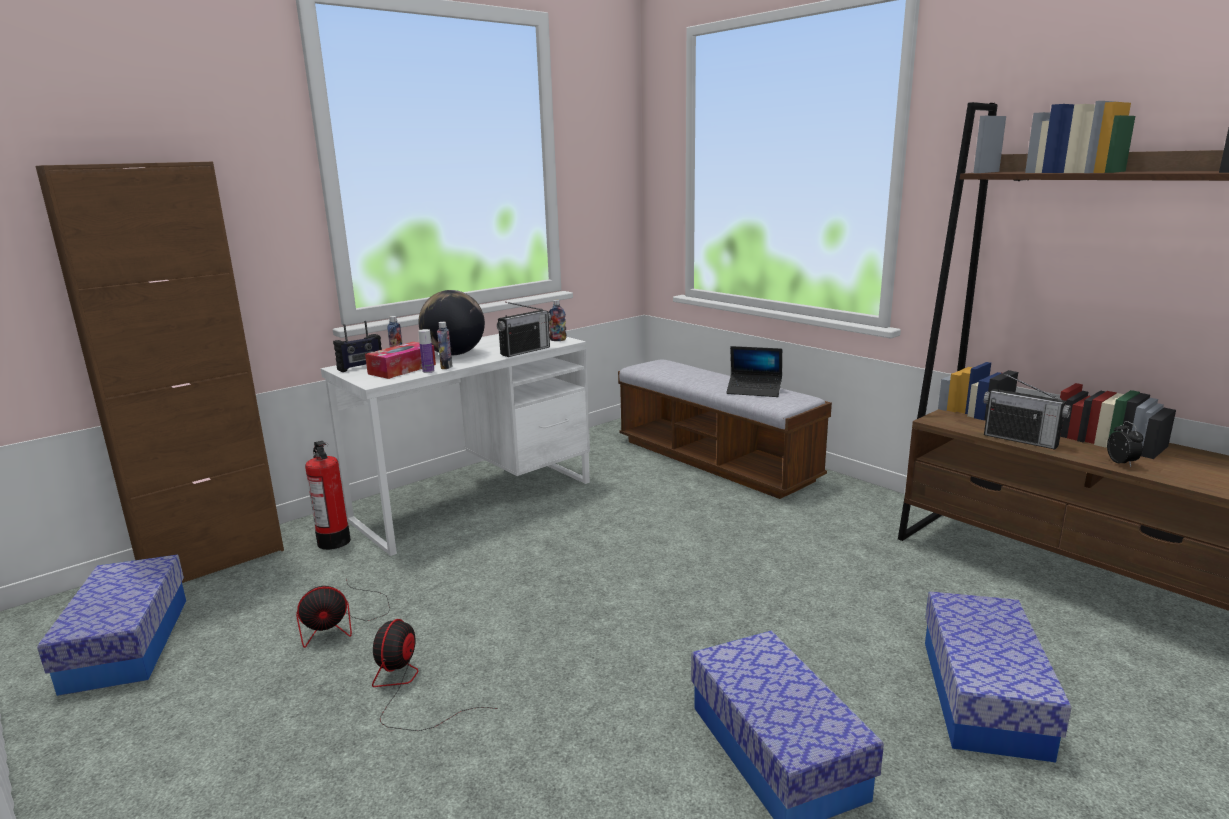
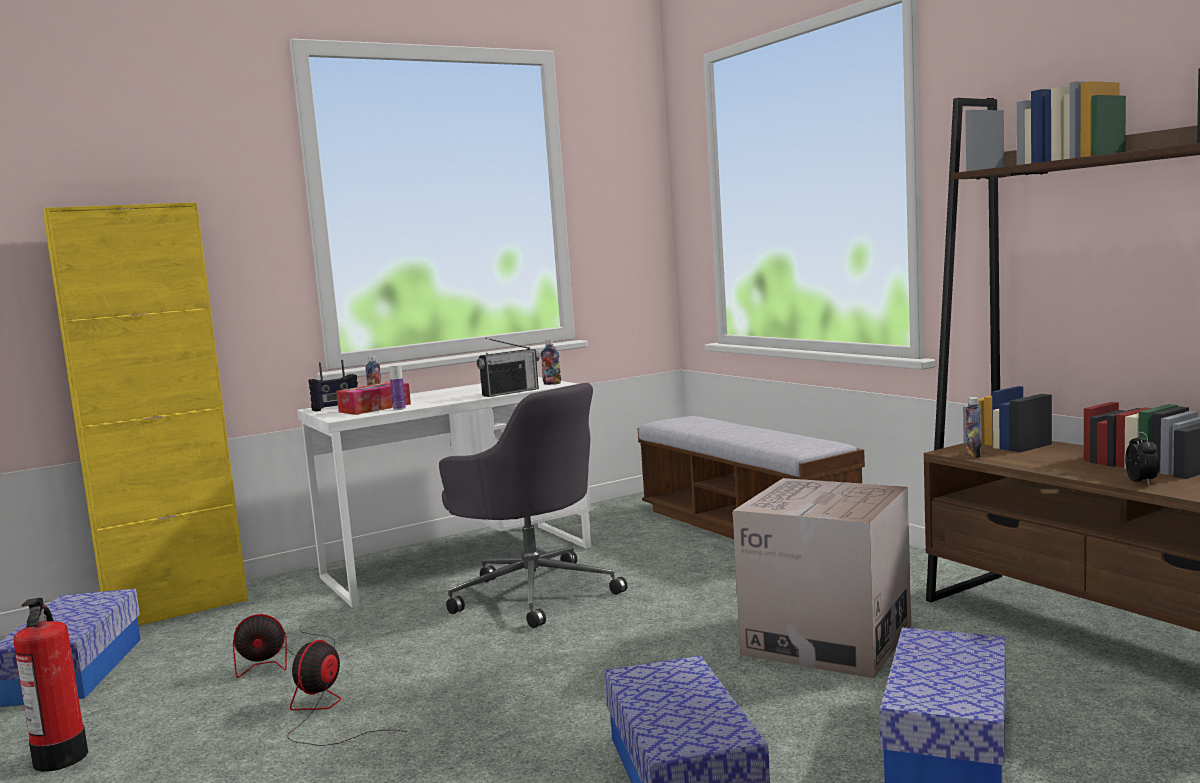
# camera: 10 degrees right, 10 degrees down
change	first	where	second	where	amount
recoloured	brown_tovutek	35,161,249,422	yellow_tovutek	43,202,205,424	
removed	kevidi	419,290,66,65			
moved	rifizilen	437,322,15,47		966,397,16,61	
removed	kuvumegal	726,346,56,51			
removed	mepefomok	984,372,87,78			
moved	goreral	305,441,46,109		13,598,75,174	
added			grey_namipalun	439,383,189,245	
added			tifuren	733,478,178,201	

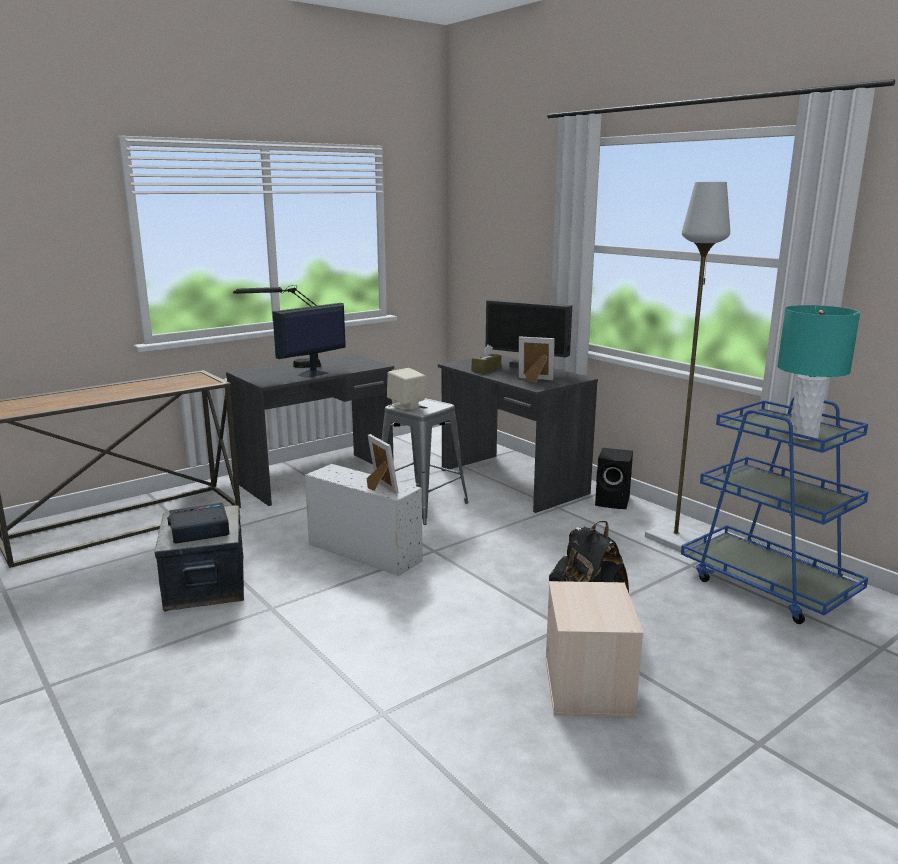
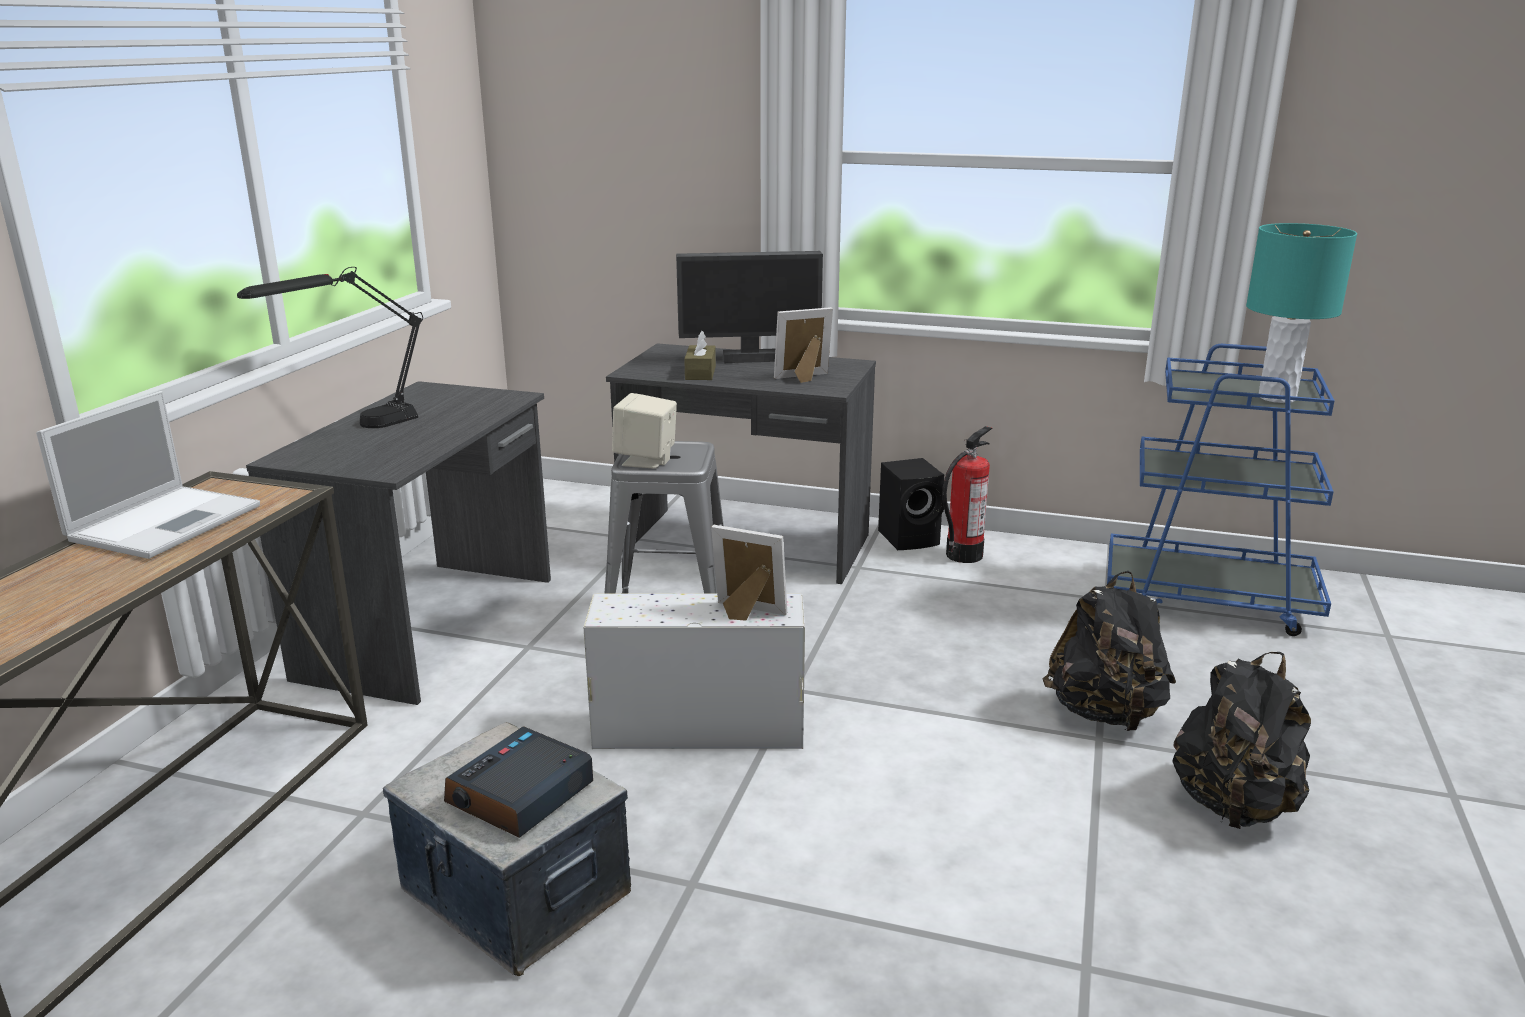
# camera: 35 degrees left, 5 degrees up
change	first	where	second	where	amount
removed	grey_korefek	645,182,85,370			
removed	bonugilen	273,303,73,75			
replaced	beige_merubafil	545,581,98,136	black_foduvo	1172,652,139,177	
added			kuvumegal	36,391,224,168	
added			goreral	942,426,50,137	

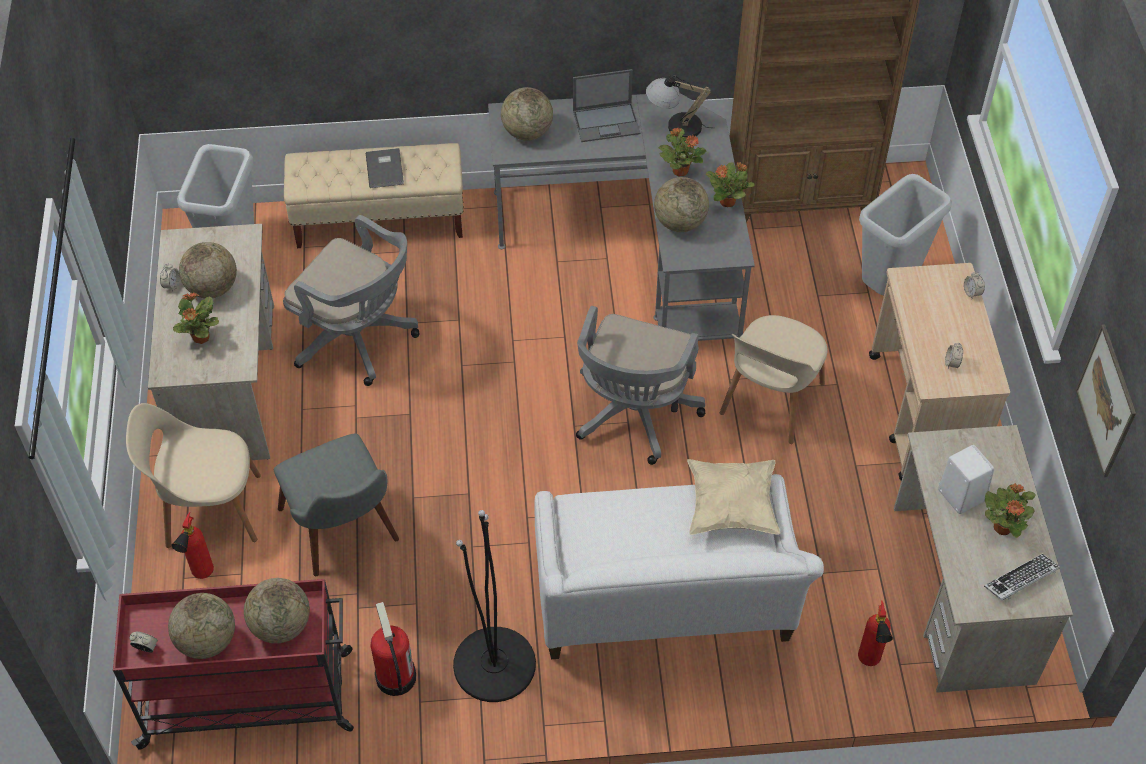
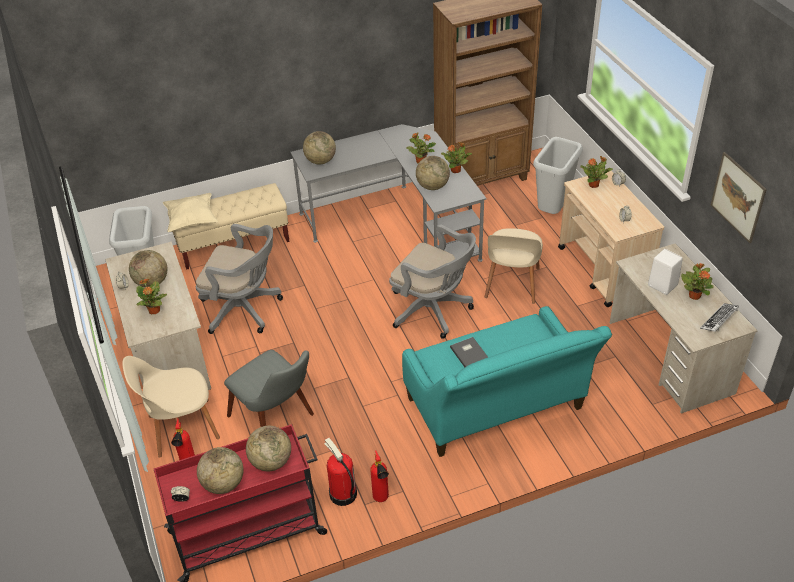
# camera: 15 degrees left, 10 degrees down
change	first	where	second	where	amount
removed	kuvumegal	573,69,67,73			
removed	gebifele	646,76,65,62			
moved	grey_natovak	366,148,38,40		450,337,38,30	
turned	grey_namipalun	576,306,130,159		389,224,87,115	60 degrees counterclockwise
moved	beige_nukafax	687,459,93,76		163,193,55,39	
recoloured	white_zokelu	535,474,289,185	turquoise_zokelu	402,306,210,151	
removed	black_korefek	453,510,83,192			
moved	goreral	858,600,35,66		371,450,18,52	
added			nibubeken	580,156,33,32	

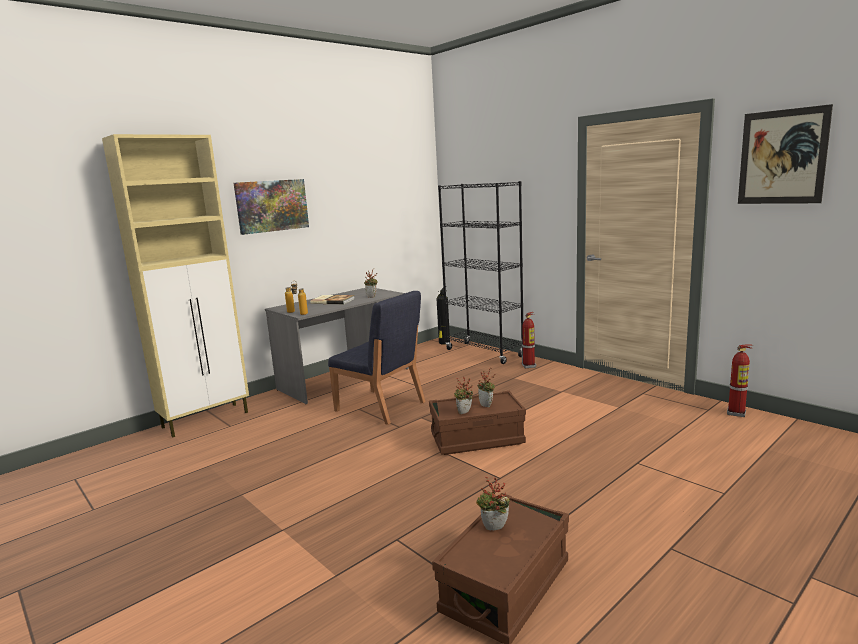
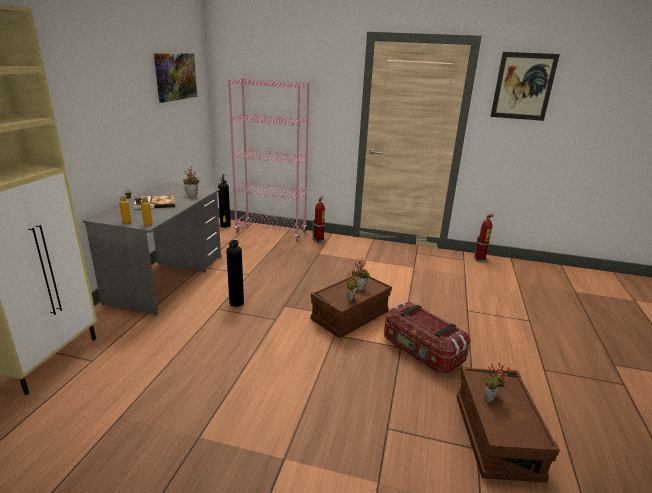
# camera: 35 degrees left, 10 degrees up
change	first	where	second	where	amount
moved	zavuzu	234,179,75,56		154,53,43,50	
recoloured	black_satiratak	438,181,85,183	pink_satiratak	228,78,82,163	
replaced	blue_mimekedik	328,291,98,134	goreral	226,240,18,67	
added			merubafil	384,301,87,72	

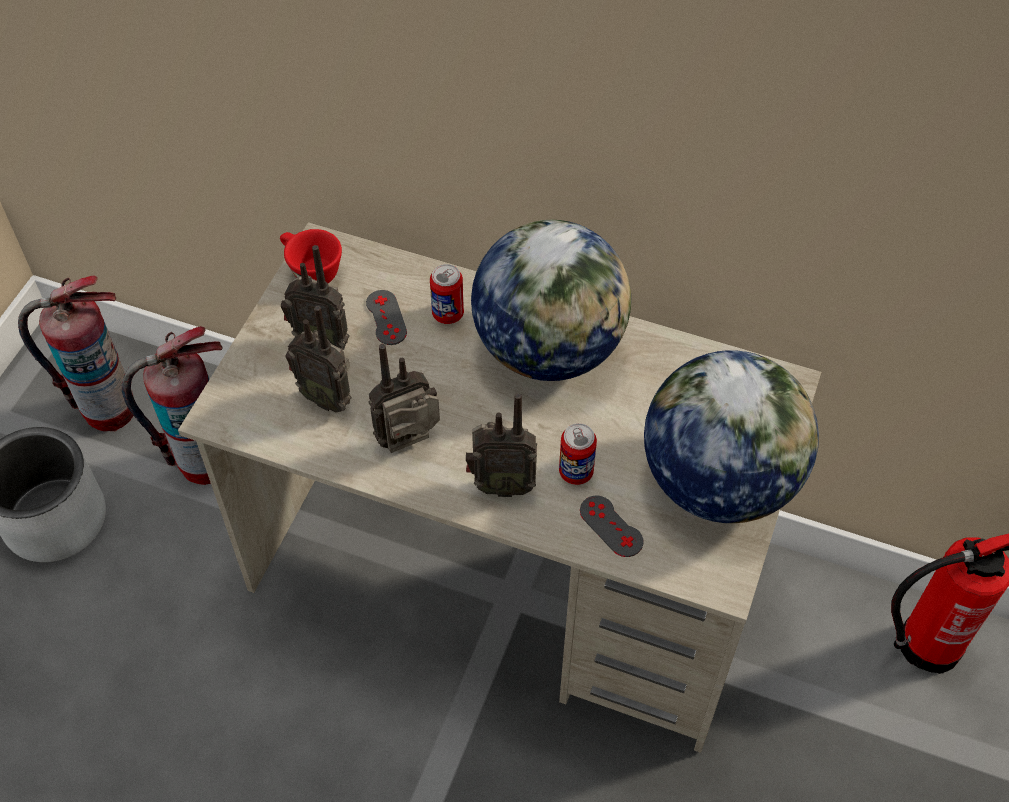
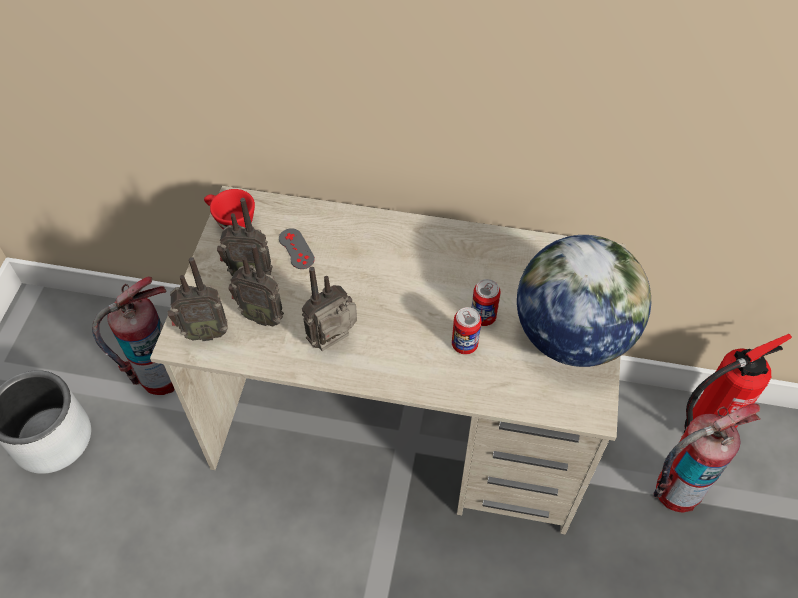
# camera: 10 degrees left, 0 degrees up
change	first	where	second	where	amount
removed	kevidi	471,220,160,161			
moved	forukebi	430,264,34,60		471,279,30,47	
moved	goreral	18,275,115,156		653,403,107,110	
moved	mepefomok	466,393,71,104		168,257,60,84	
removed	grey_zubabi	580,496,63,61			

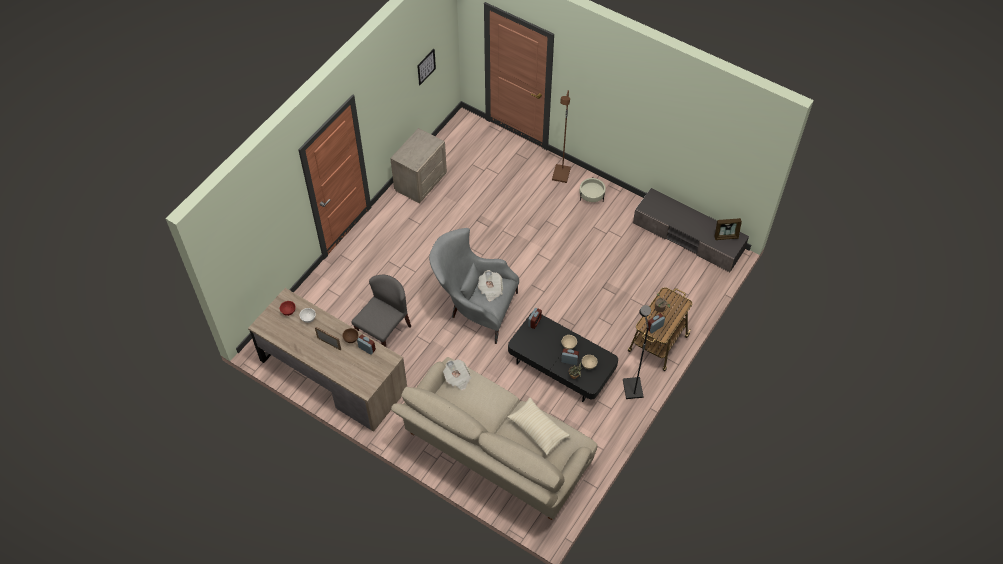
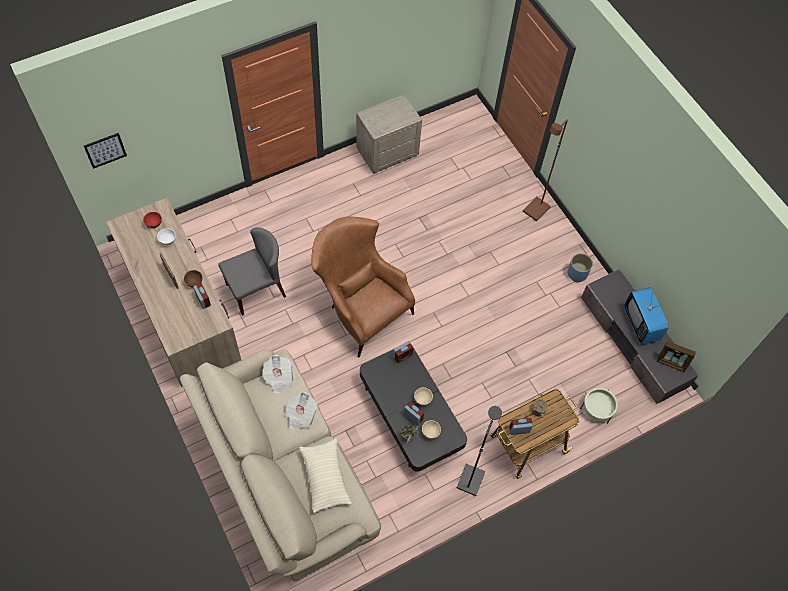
# camera: 25 degrees right, 5 degrees up
change	first	where	second	where	amount
moved	zavuzu	417,49,19,36		84,133,43,36	
moved	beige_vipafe	579,178,27,24		580,388,38,36	
recoloured	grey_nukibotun	429,228,90,116	brown_nukibotun	311,217,104,141	
moved	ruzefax	478,270,25,31		285,392,33,38	
added			blue_vipafe	568,253,25,29	
added			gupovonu	624,288,45,57	

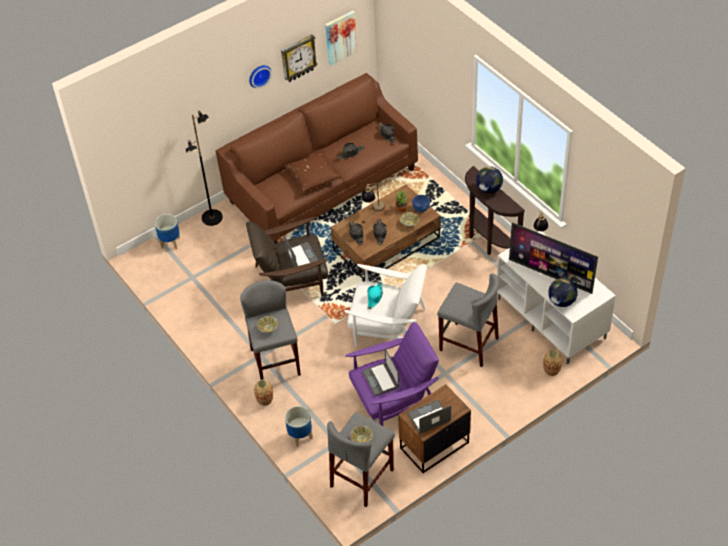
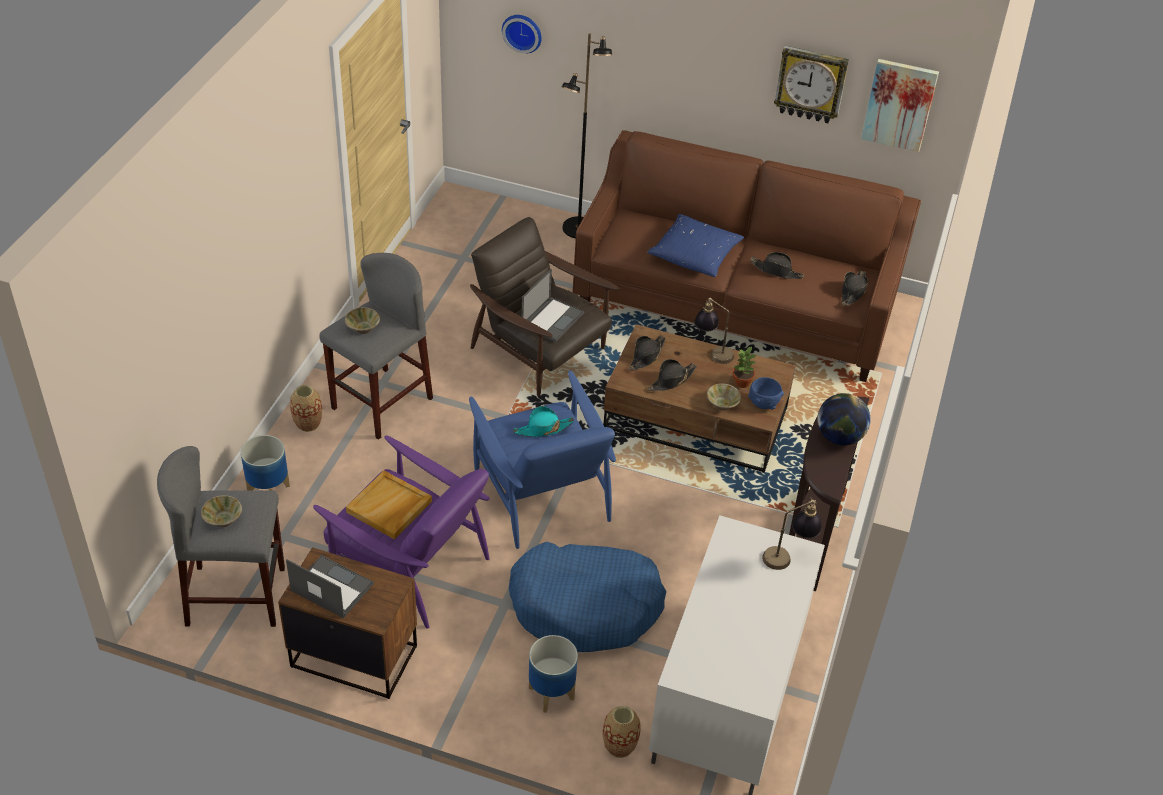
# camera: 50 degrees right, 5 degrees down
change	first	where	second	where	amount
moved	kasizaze	249,65,23,23		502,15,40,39	
recoloured	brown_nukafax	284,151,58,42	blue_nukafax	647,214,97,63	
moved	vipafe	155,214,25,35		529,635,49,78	
removed	gupovonu	509,222,89,72			
recoloured	white_nukibotun	345,264,82,83	blue_nukibotun	469,371,147,178	
replaced	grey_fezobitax	437,273,62,94	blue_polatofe	509,542,158,110	
removed	kevidi	548,278,30,29			
replaced	kuvumegal	362,348,37,48	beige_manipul	346,471,86,69	

